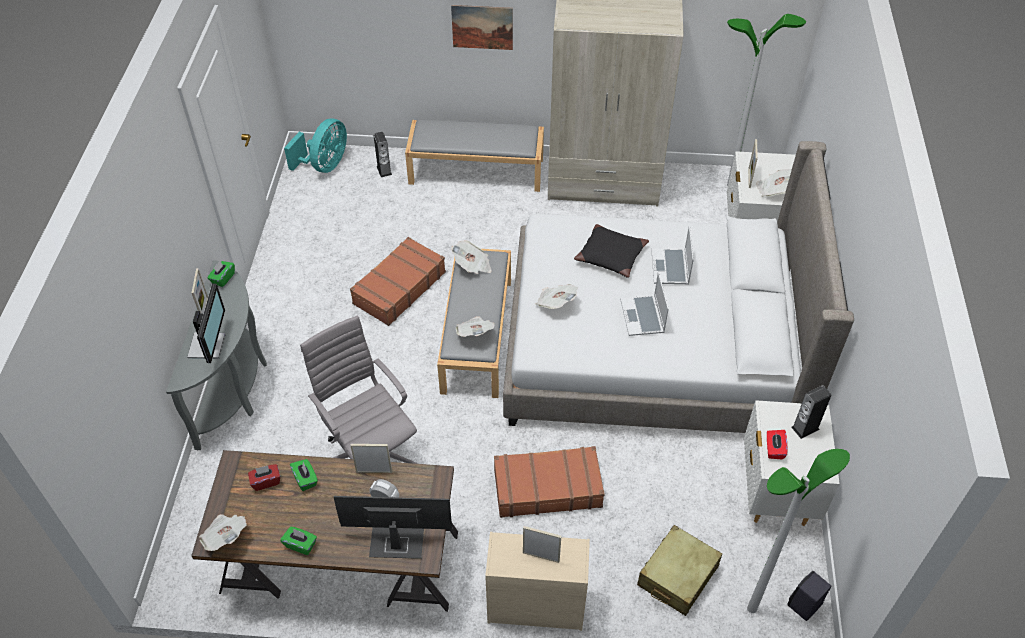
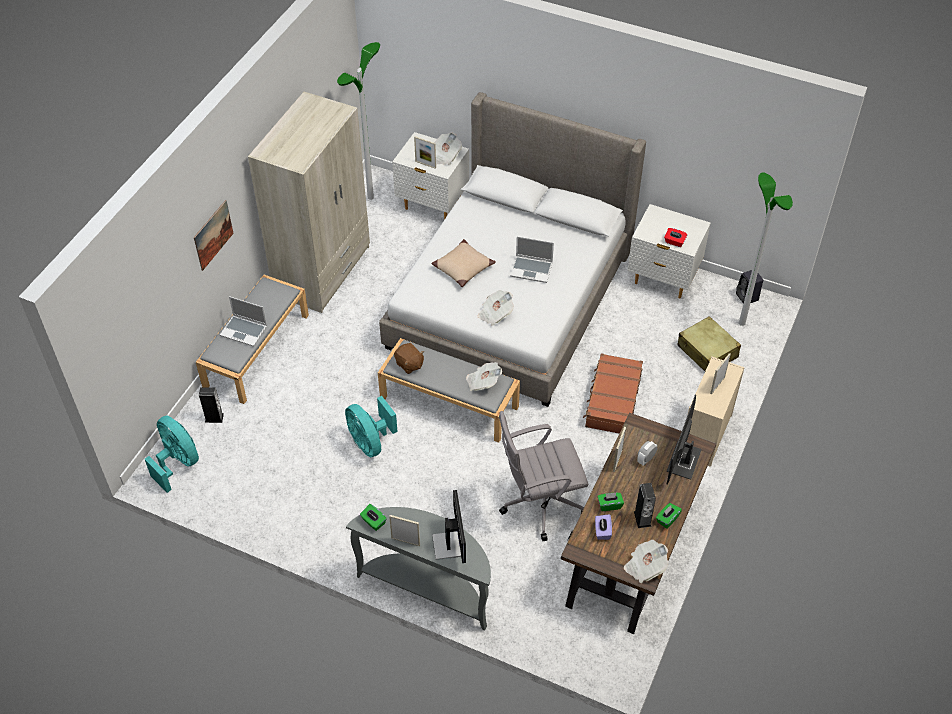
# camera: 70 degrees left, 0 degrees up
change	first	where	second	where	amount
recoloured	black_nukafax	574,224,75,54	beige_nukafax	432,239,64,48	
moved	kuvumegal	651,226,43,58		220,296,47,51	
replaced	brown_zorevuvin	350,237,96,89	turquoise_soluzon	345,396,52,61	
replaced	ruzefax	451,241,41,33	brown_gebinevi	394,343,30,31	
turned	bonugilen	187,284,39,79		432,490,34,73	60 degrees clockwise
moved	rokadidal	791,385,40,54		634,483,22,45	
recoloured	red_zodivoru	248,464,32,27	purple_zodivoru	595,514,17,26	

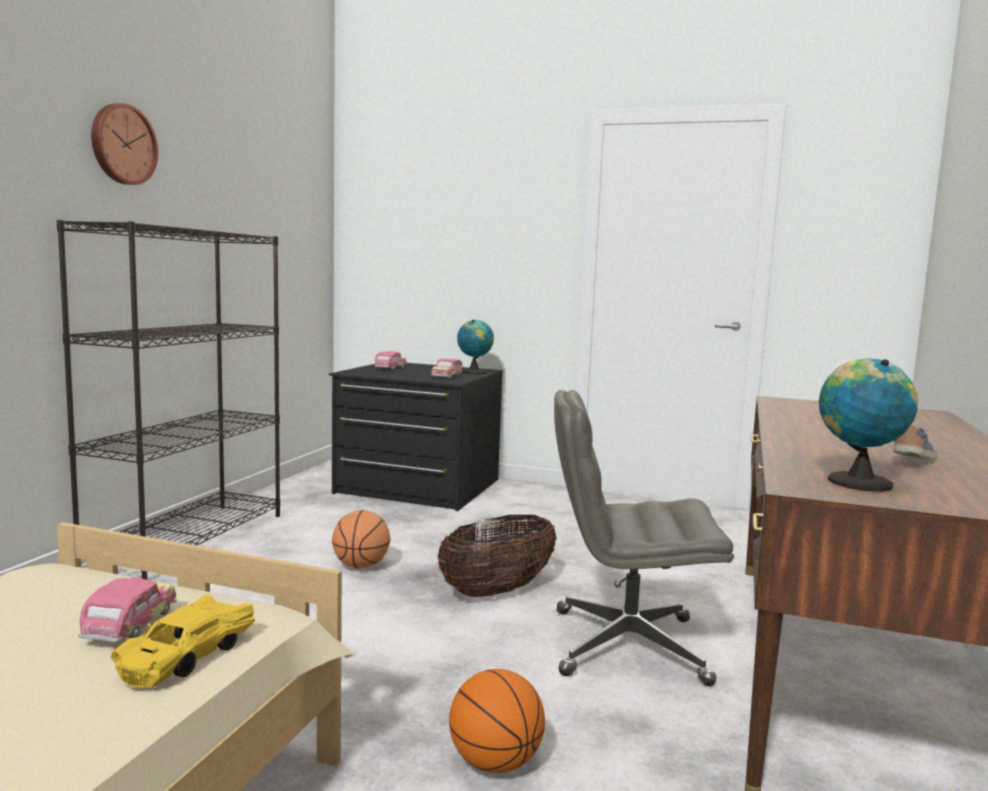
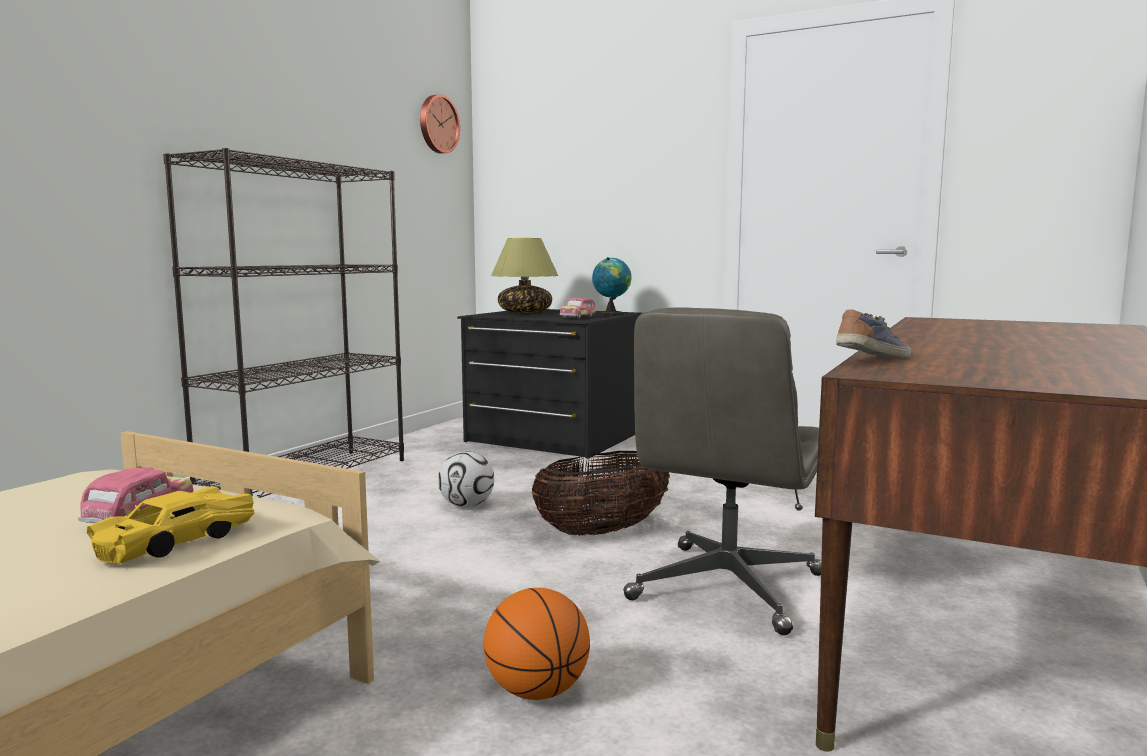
# camera: 10 degrees right, 0 degrees up
change	first	where	second	where	amount
moved	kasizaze	91,103,67,82		420,94,40,60	
replaced	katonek	374,351,33,19	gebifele	491,238,68,75	
removed	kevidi	819,358,99,134			
turned	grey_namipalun	554,390,180,296		623,307,198,328	75 degrees counterclockwise
moved	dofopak	894,426,44,34		836,309,76,48	
replaced	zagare	332,510,59,59	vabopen	438,451,56,56	

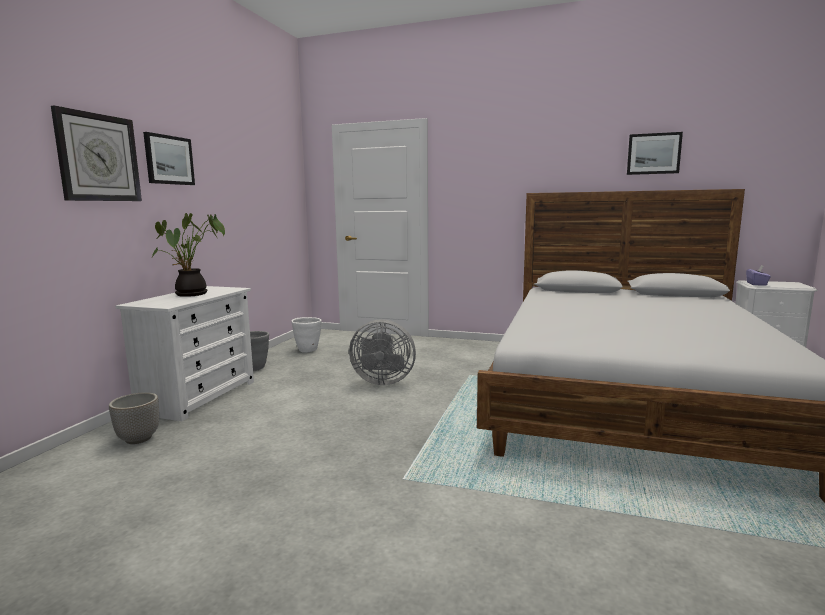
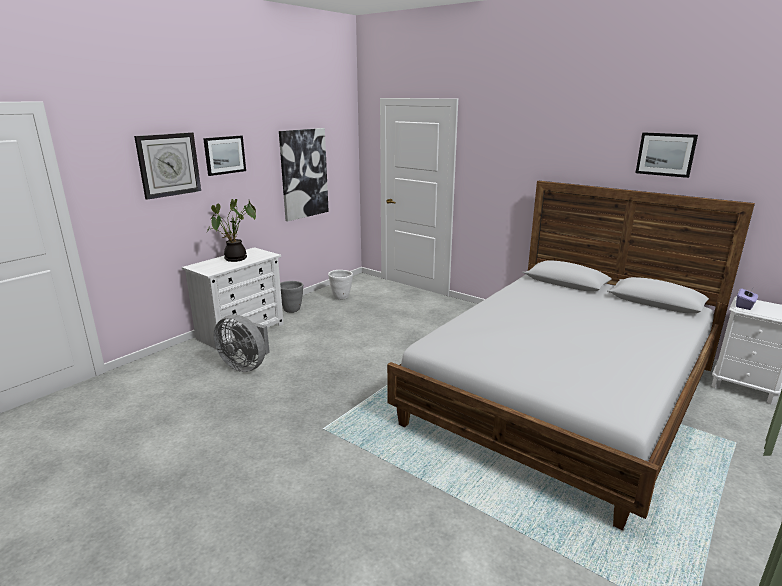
# camera: 20 degrees right, 10 degrees up
change	first	where	second	where	amount
moved	grey_soluzon	349,319,67,66		214,315,56,57	
removed	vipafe	109,392,50,52			
added			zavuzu	279,128,50,93	

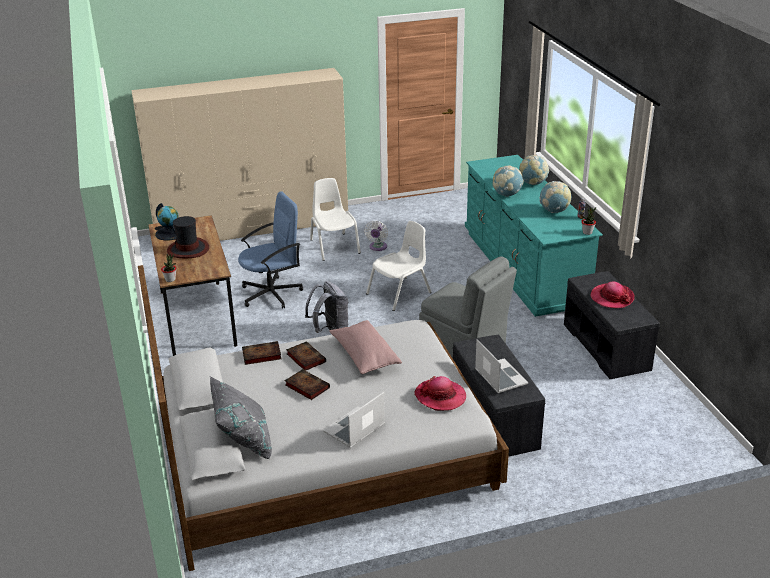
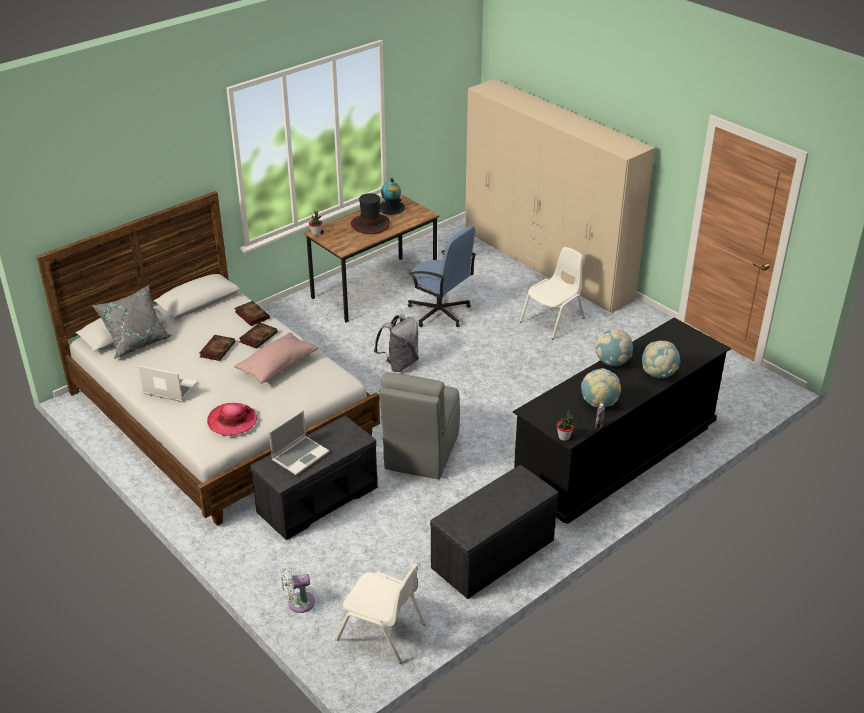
# camera: 65 degrees right, 5 degrees up
change	first	where	second	where	amount
recoloured	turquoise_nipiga	465,155,138,162	black_nipiga	513,318,218,206	
moved	white_soluzon	364,221,24,30		281,565,34,48	
moved	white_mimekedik	366,221,65,90		335,563,91,101	
removed	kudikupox	590,281,45,27			

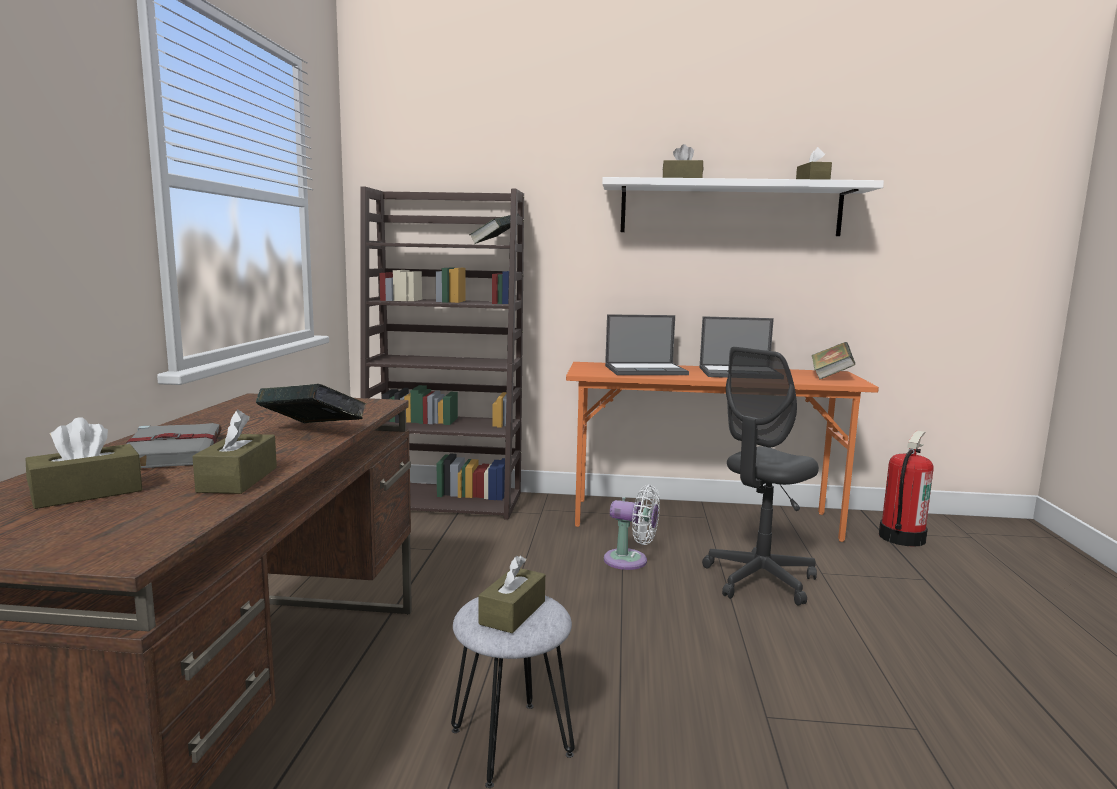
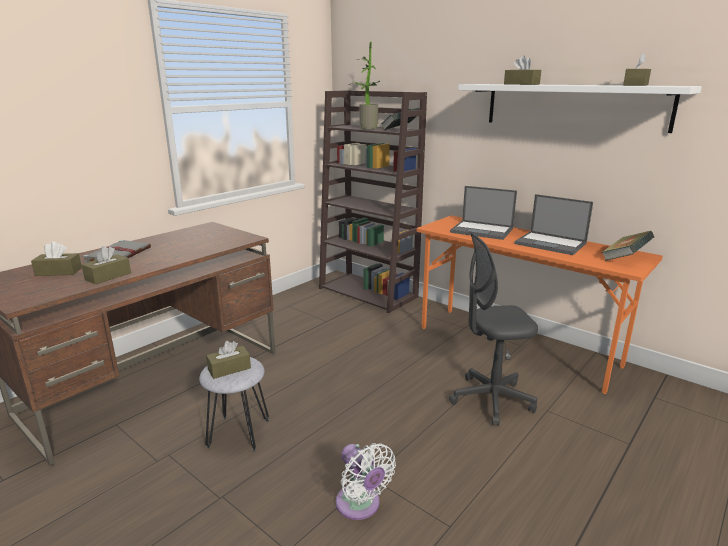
# camera: 35 degrees right, 10 degrees up
change	first	where	second	where	amount
removed	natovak	256,384,110,39			
removed	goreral	879,431,55,116			
moved	white_soluzon	604,485,56,85		336,443,60,77	
added			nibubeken	348,41,32,88	

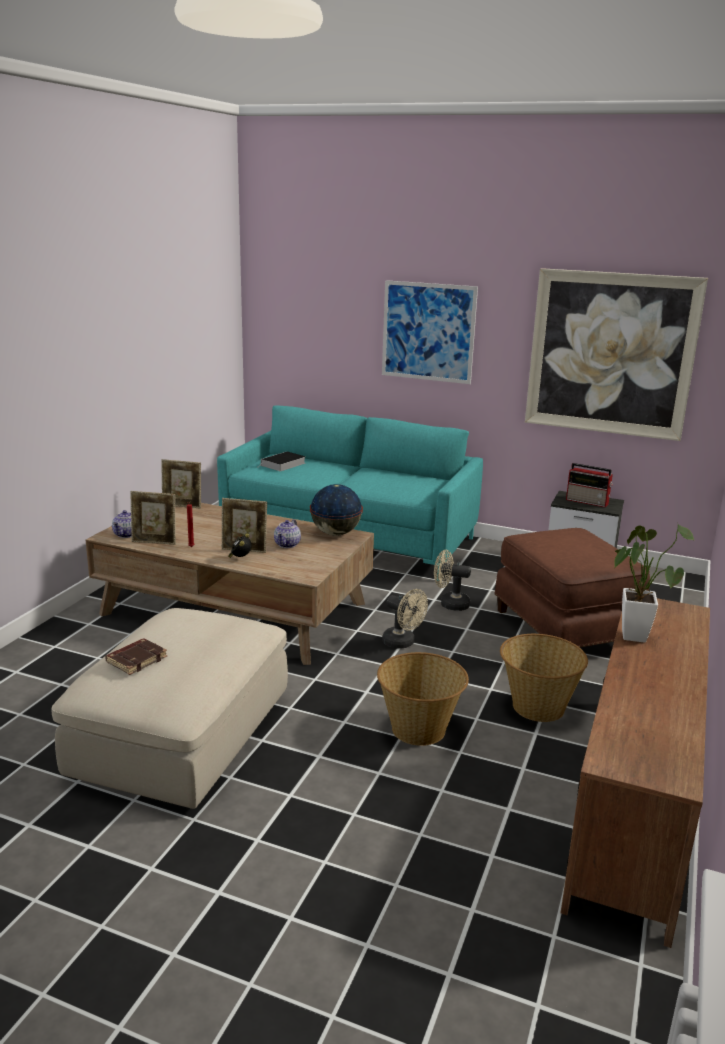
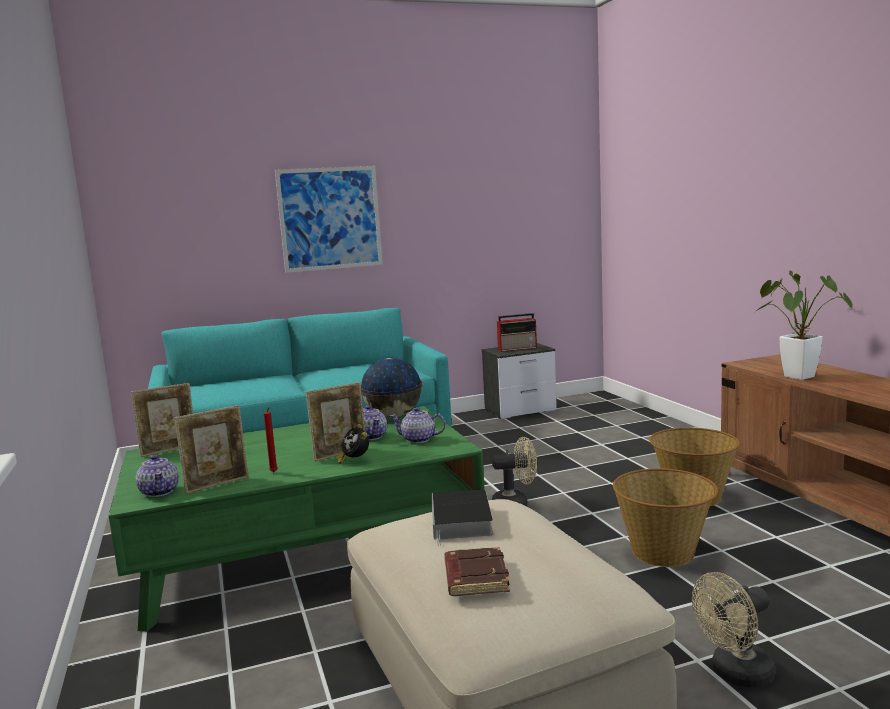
# camera: 40 degrees left, 10 degrees down
change	first	where	second	where	amount
removed	zavuzu	525,268,183,173			
moved	natovak	261,452,45,19		431,489,62,57	
recoloured	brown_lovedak	86,503,288,162	green_lovedak	109,406,376,226	
removed	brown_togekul	494,528,156,120			
moved	beige_soluzon	434,550,37,61		692,572,83,115	
added			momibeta	390,407,56,36	

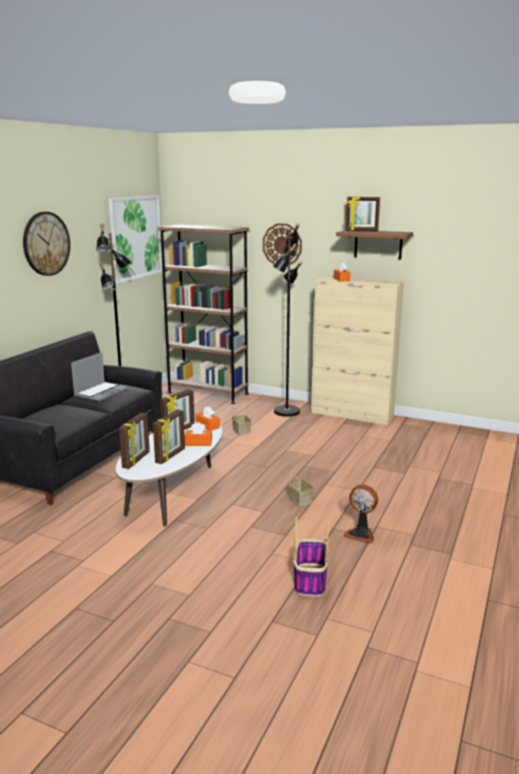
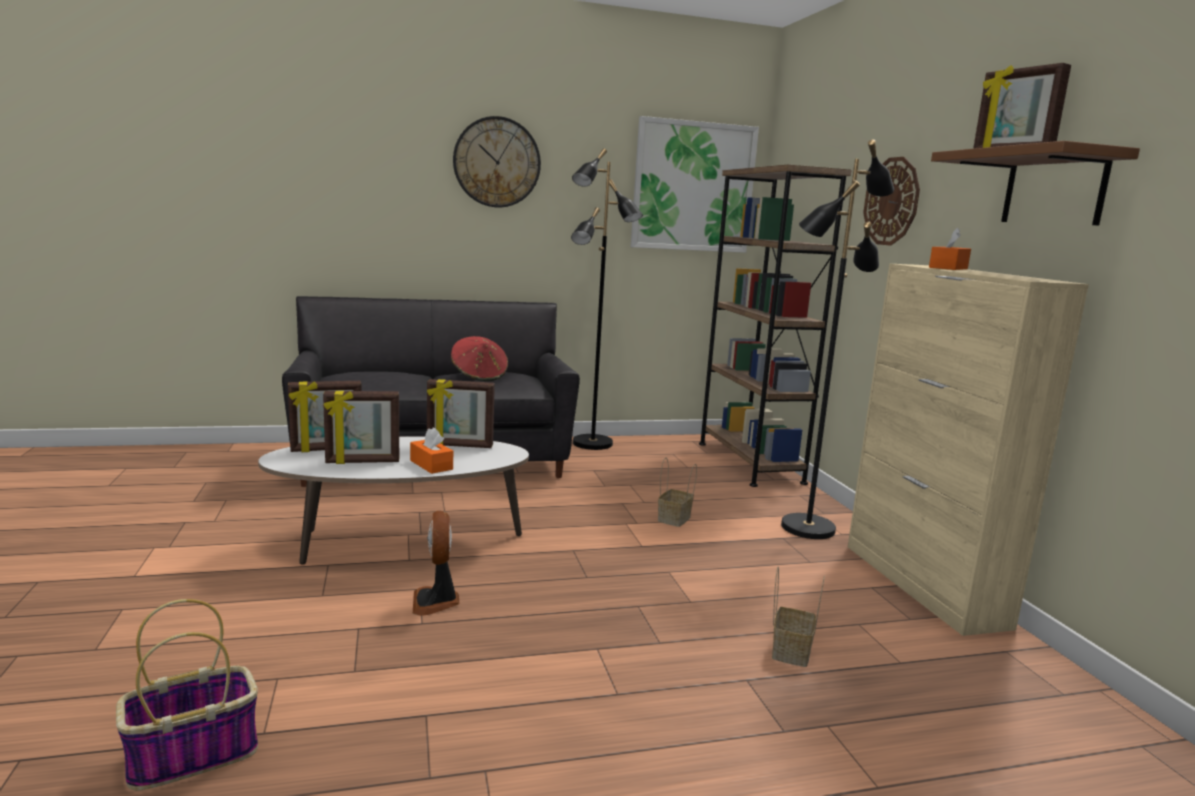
# camera: 50 degrees right, 5 degrees down
change	first	where	second	where	amount
replaced	kuvumegal	71,352,57,50	red_kudikupox	451,336,57,45	
removed	orange_zodivoru	196,406,24,24			
moved	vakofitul	287,460,27,47		772,566,53,101	
moved	soluzon	344,484,34,60		413,511,46,105	

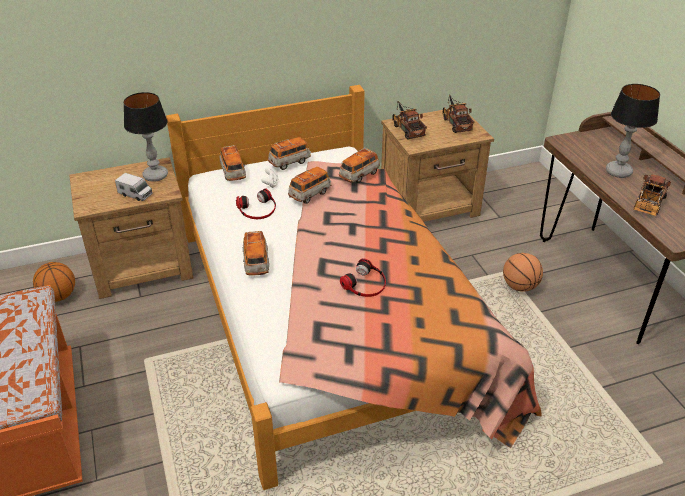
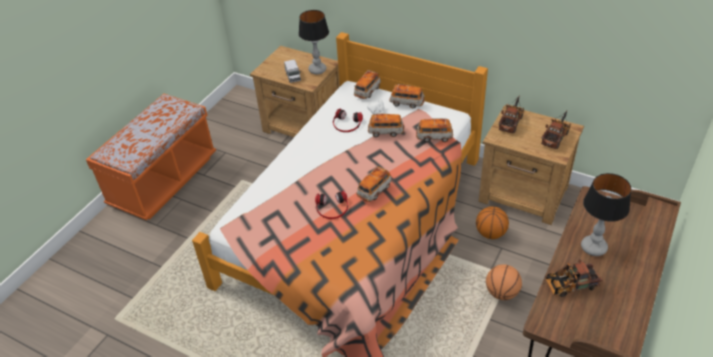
# camera: 50 degrees right, 5 degrees up
change	first	where	second	where	amount
moved	katonek	243,231,26,44		357,166,35,36	
moved	zagare	33,262,42,40		476,206,33,33	

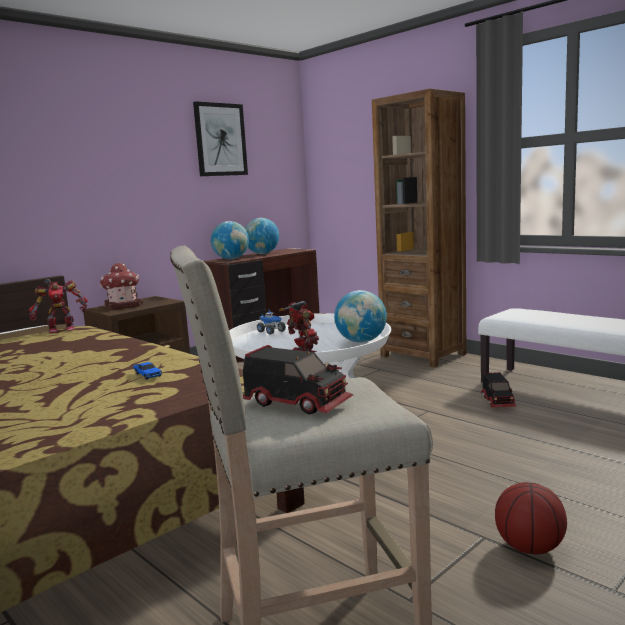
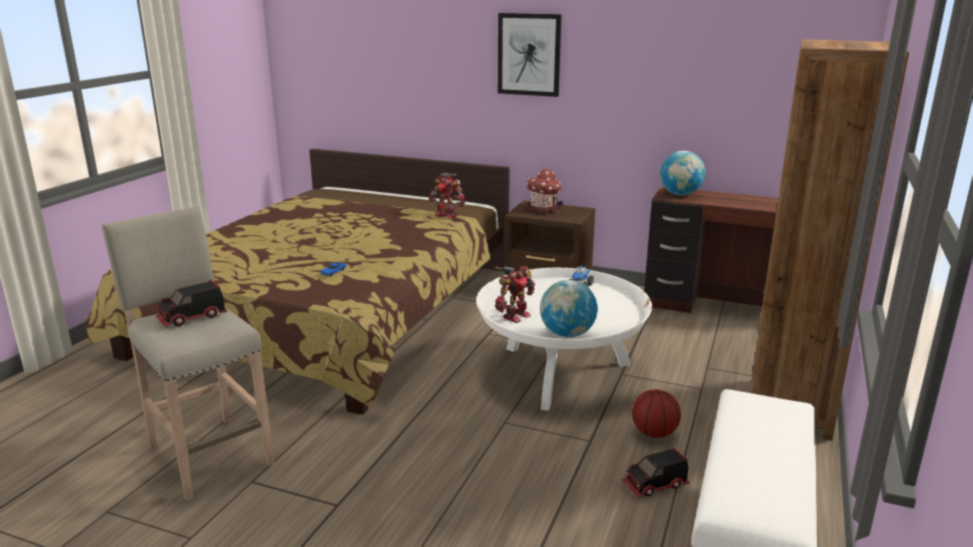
# camera: 65 degrees right, 10 degrees up
change	first	where	second	where	amount
moved	zavuzu	193,101,55,75		498,13,64,84	
removed	kevidi	245,218,34,36			
turned	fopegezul	243,345,110,70		156,280,71,47	45 degrees clockwise
moved	zagare	495,482,72,72		632,389,49,49	

